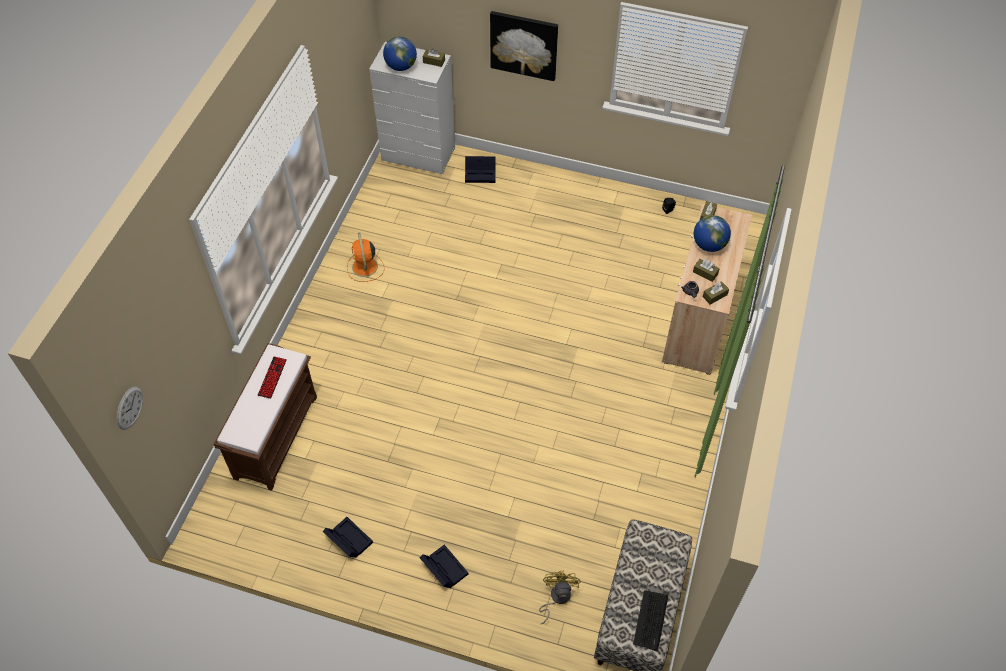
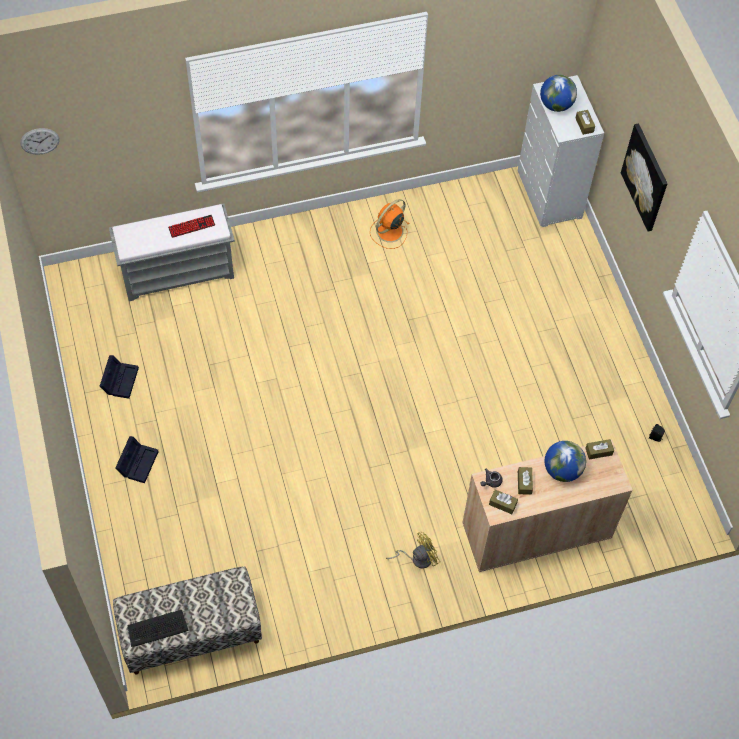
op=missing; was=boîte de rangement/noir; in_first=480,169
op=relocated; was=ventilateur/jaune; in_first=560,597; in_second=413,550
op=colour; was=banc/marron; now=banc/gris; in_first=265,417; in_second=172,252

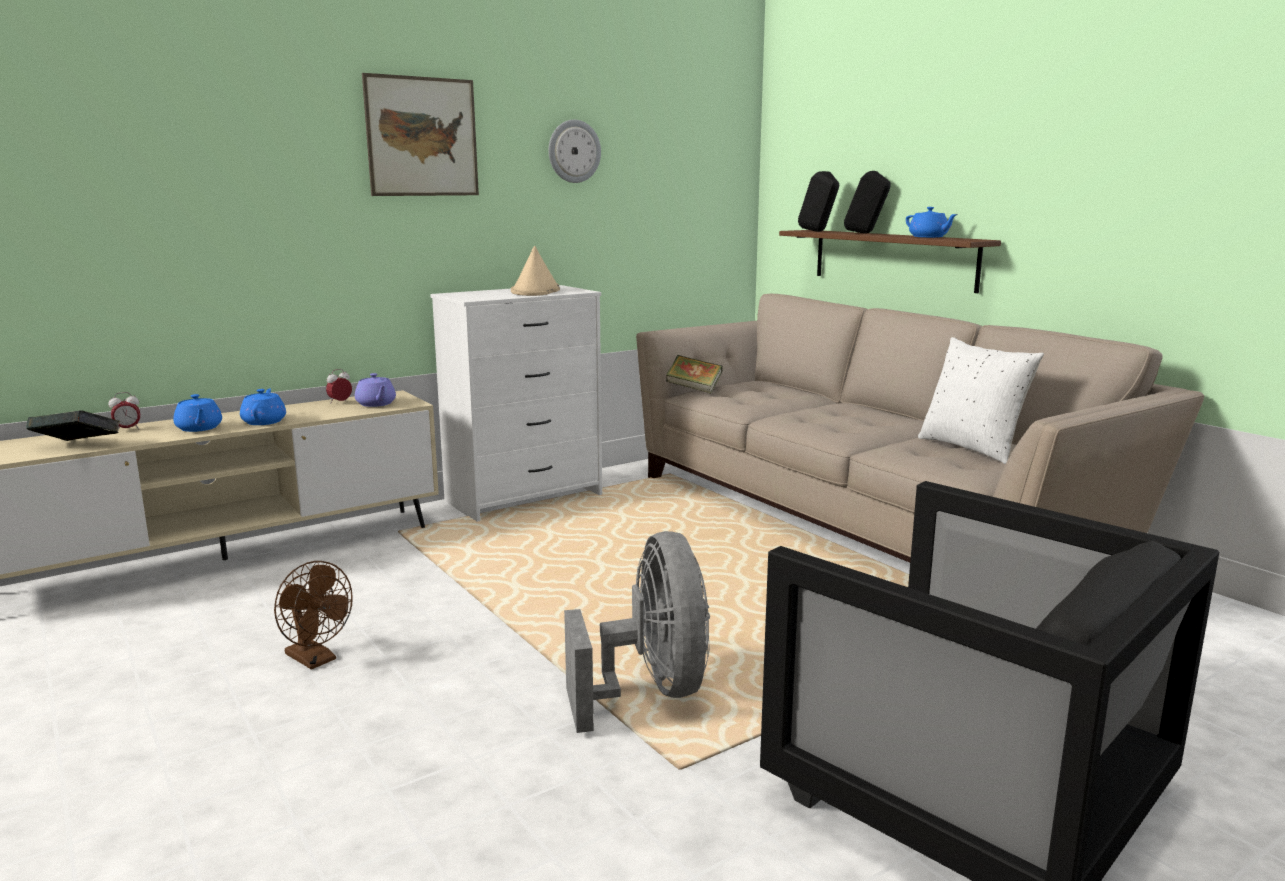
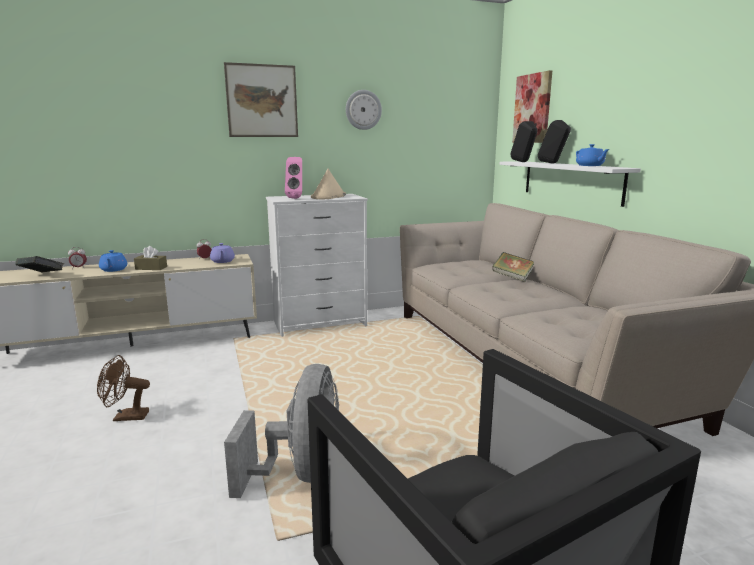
op=missing; was=coussin/blanc; in_first=981,400
op=appeared; now=enceinte/rose; in_second=293,178
op=appeared; now=tableau; in_second=532,106
op=relocated; was=livre; in_first=694,374; in_second=513,267
op=exchanged; was=théière/bleu; now=boîte à mouchoirs/marron; in_first=263,407; in_second=150,258
op=colour; was=étagère/marron; now=étagère/blanc; in_first=890,261; in_second=570,184
op=spun; was=ventilateur/marron; in_first=313,615; in_second=123,388; clockwise=120

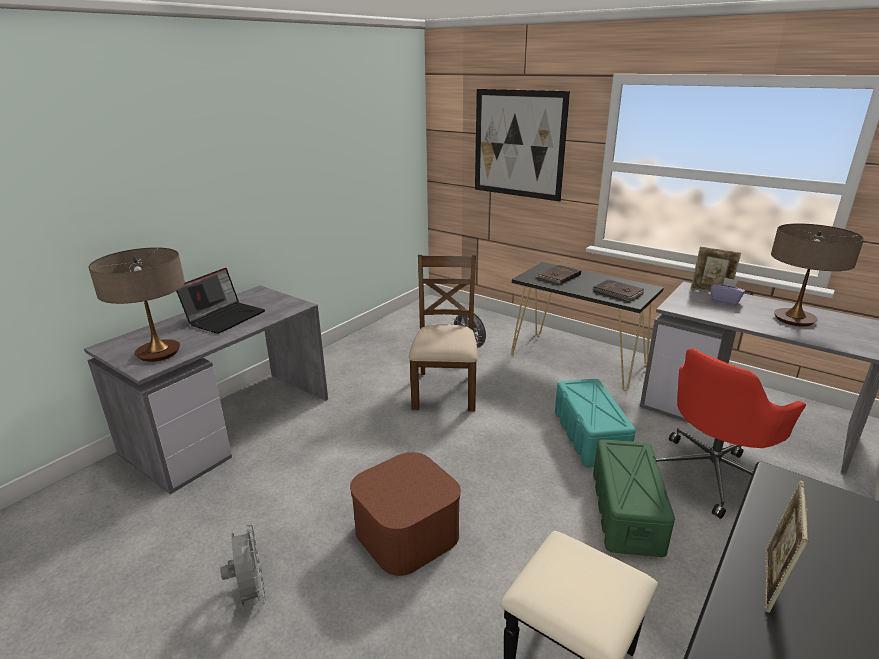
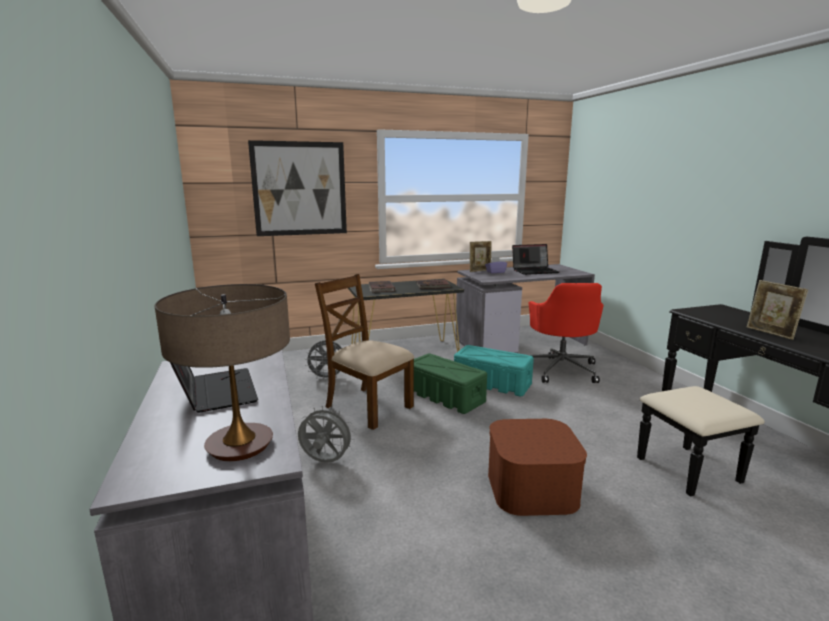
op=relocated; was=ventilateur/gris; in_first=243,565; in_second=326,434
op=relocated; was=boîte de rangement/vert; in_first=634,498; in_second=450,383
op=exchanged; was=lampe de table; now=ordinateur portable; in_first=817,275; in_second=535,259

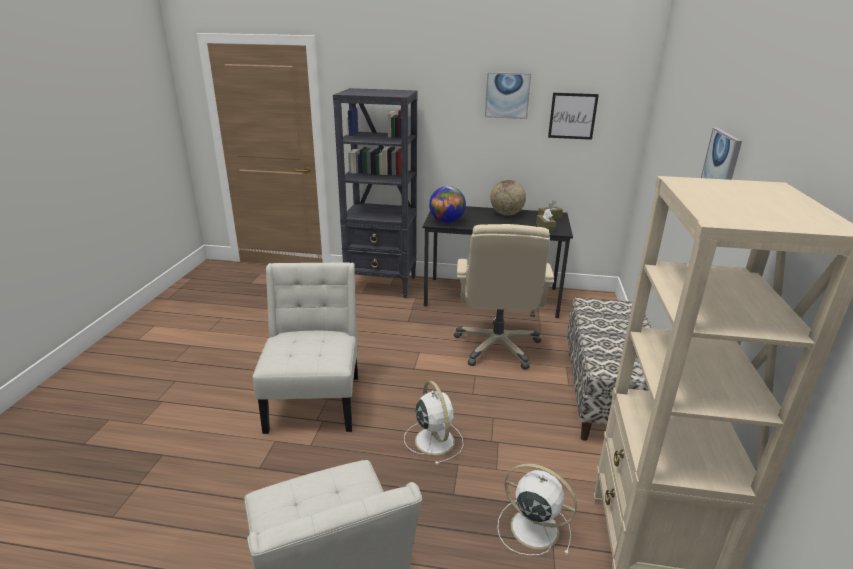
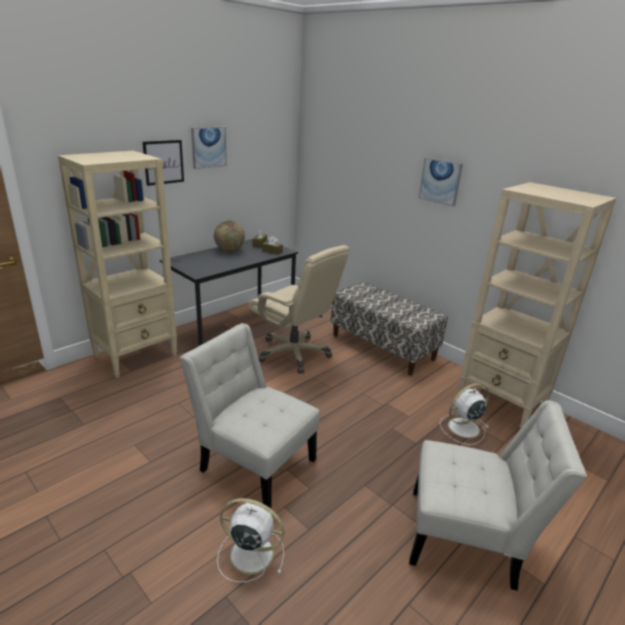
op=missing; was=globe; in_first=447,204
op=relocated; was=ventilateur/blanc; in_first=434,423; in_second=250,540
op=relocated; was=tableau; in_first=573,116; in_second=163,163
op=colour; was=bibliothèque/noir; now=bibliothèque/beige; in_first=375,193; in_second=117,264

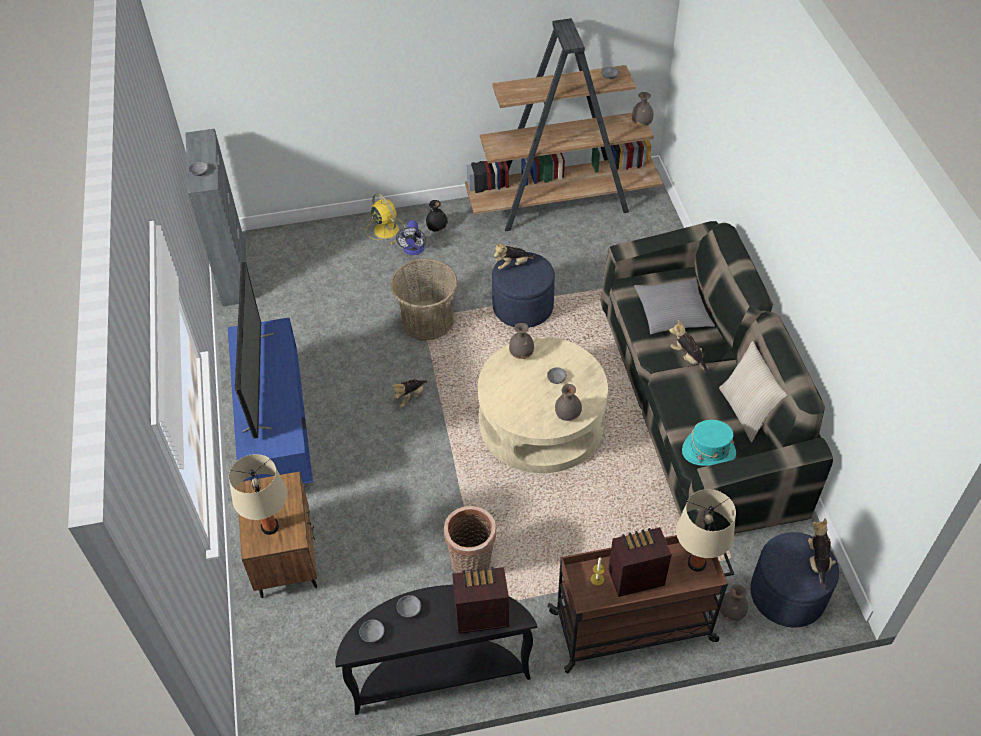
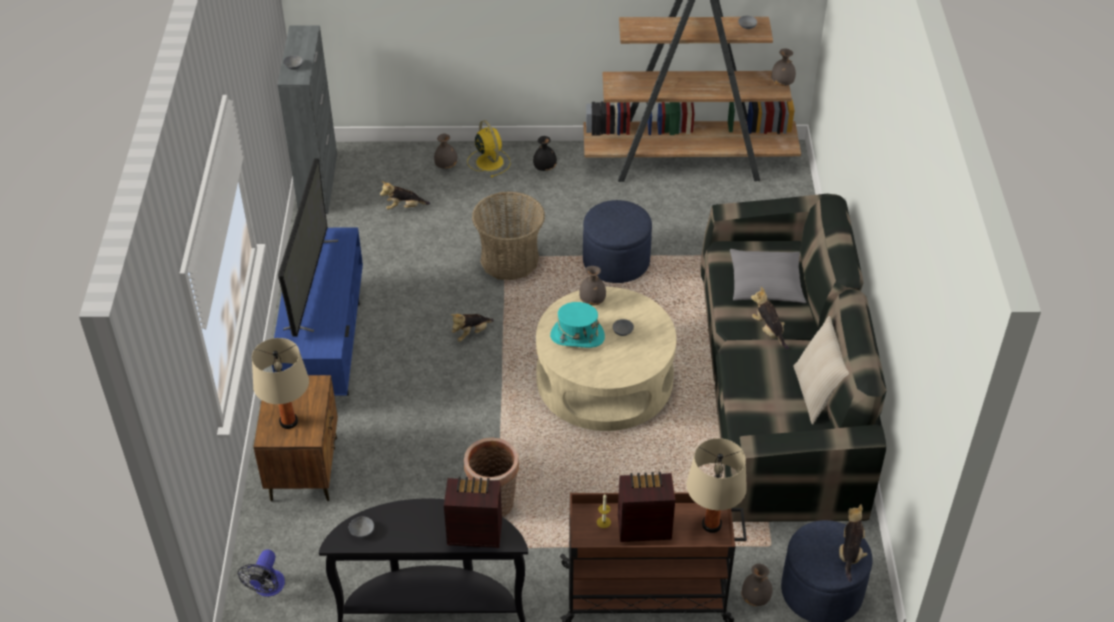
op=missing; was=bol/gris; in_first=409,606
op=relocated; was=ventilateur; in_first=411,237; in_second=261,573
op=relocated; was=peluche; in_first=515,256; in_second=405,195
op=relocated; was=vase/gris; in_first=568,402; in_second=446,151
op=relocated; was=chapeau/turquoise; in_first=709,443; in_second=577,325

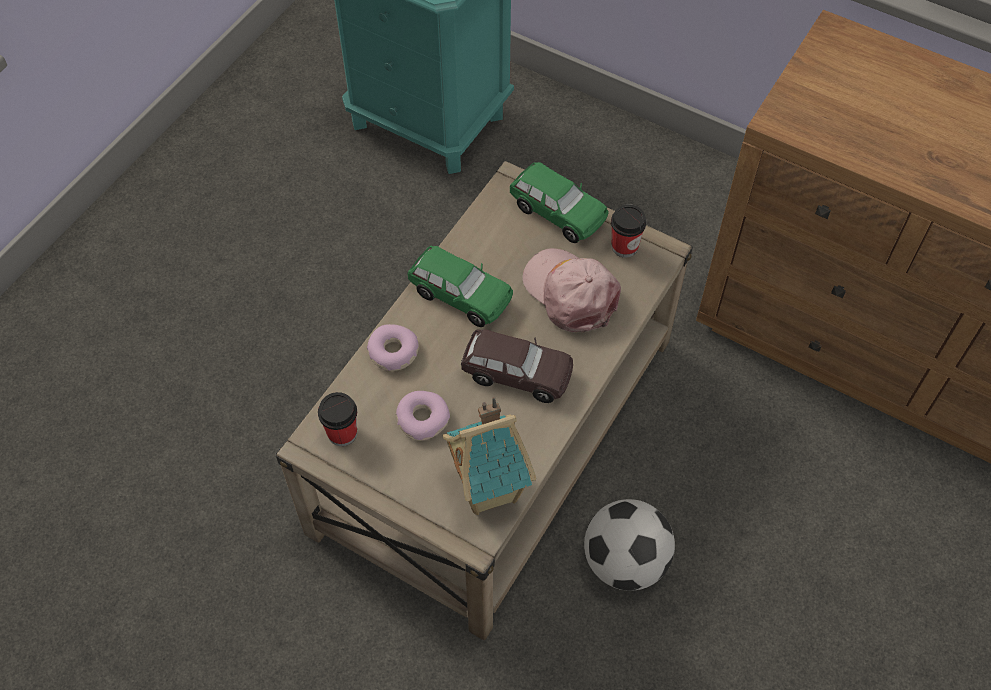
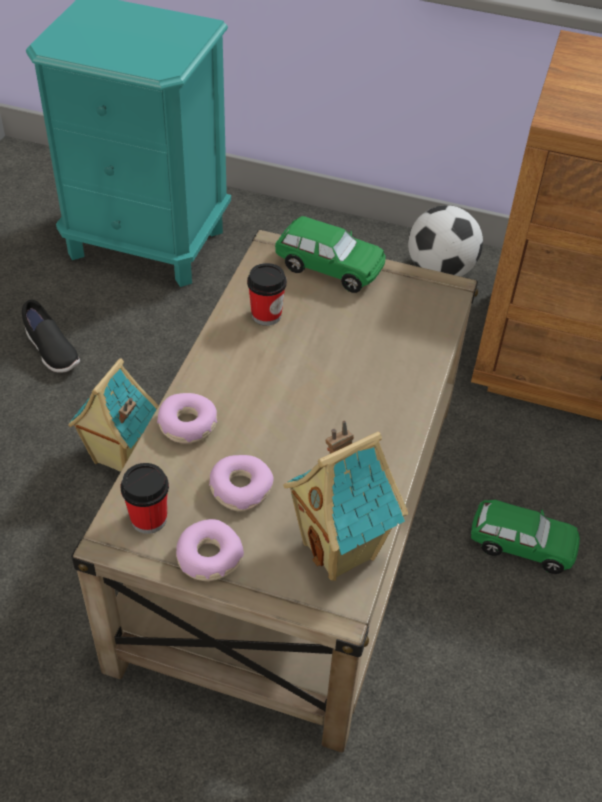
op=missing; was=petite voiture/marron; in_first=517,366
op=missing; was=casquette/rose; in_first=571,290
op=appeared; now=chaussure/noir; in_second=51,336
op=appeared; now=maison miniature; in_second=113,415
op=appeared; now=beignet; in_second=210,550
op=relocated; was=petite voiture/vert; in_first=460,286; in_second=525,537
op=relocated; was=ballon de foot; in_first=629,545; in_second=445,240
op=relocated; was=tasse; in_first=628,230; in_second=267,294

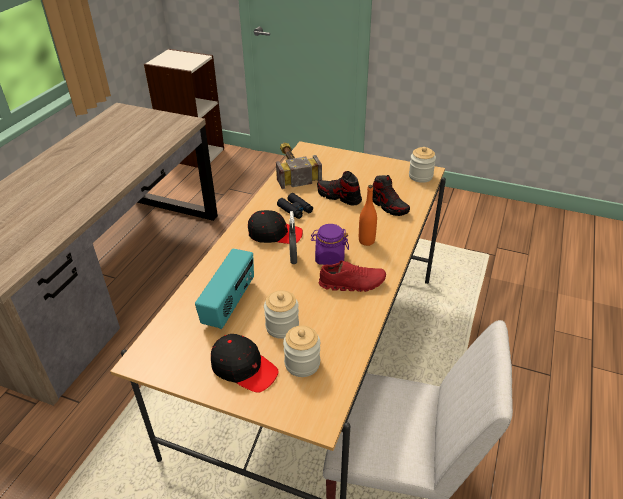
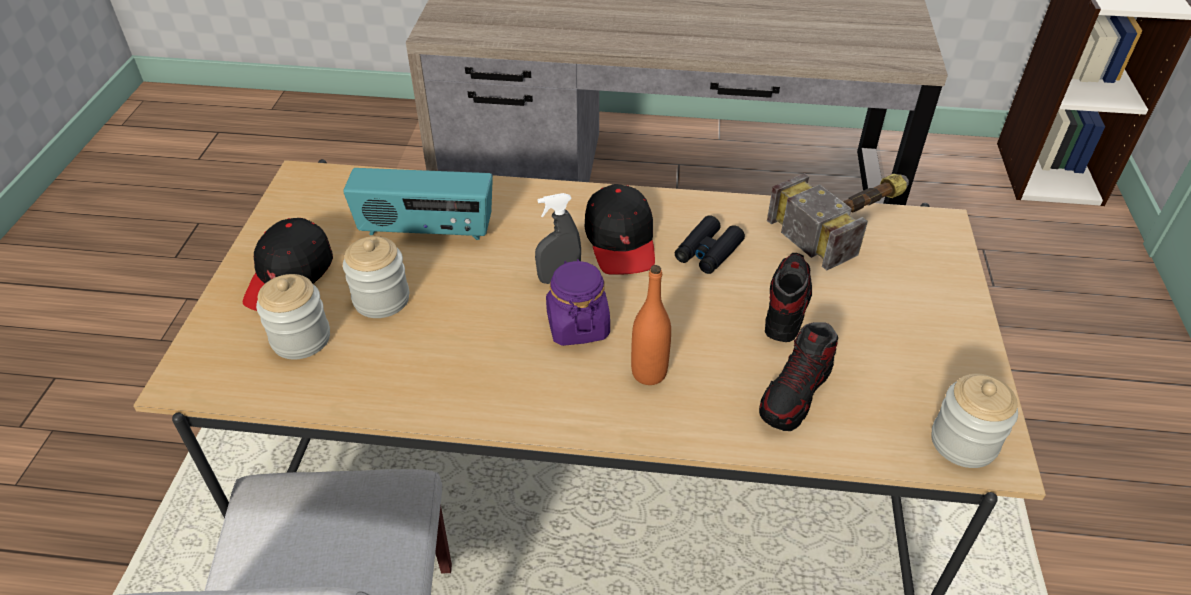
op=missing; was=chaussure/rouge; in_first=352,276

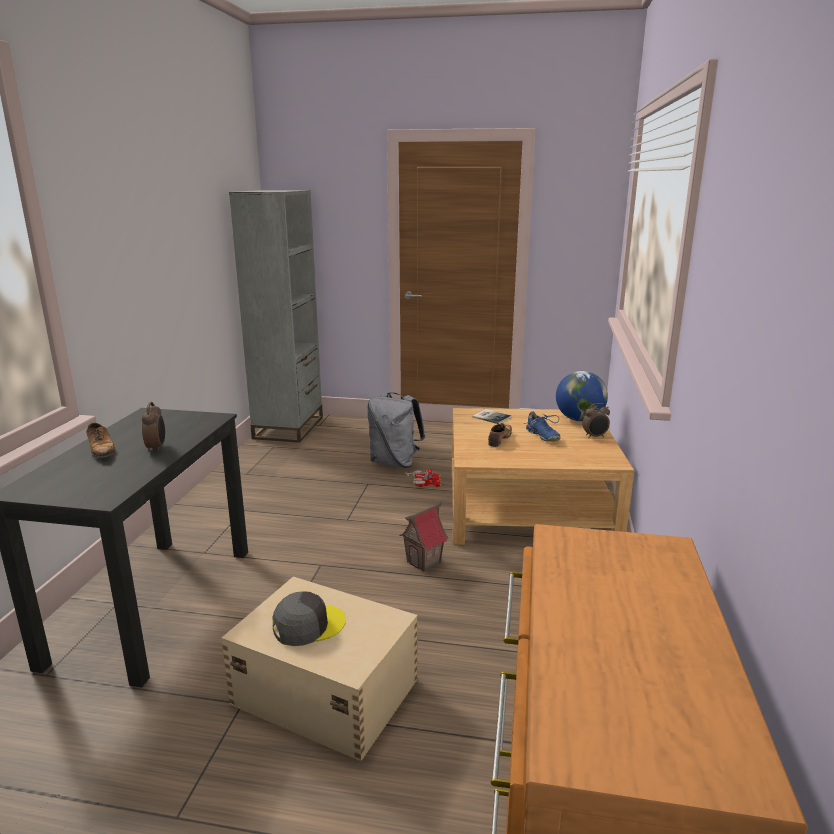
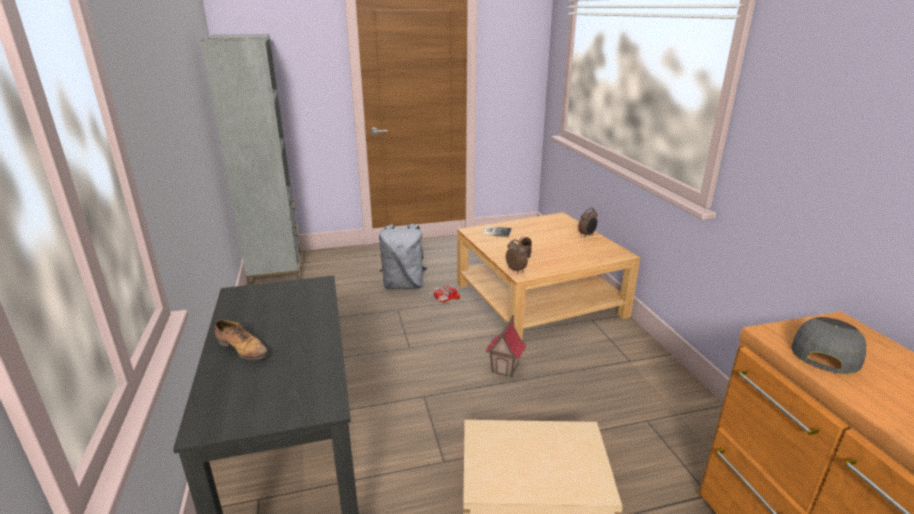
op=missing; was=chaussure/bleu; in_first=543,426
op=missing; was=globe; in_first=582,396
op=relocated; was=réveil; in_first=153,427; in_second=517,256
op=relocated; was=casquette/gris; in_first=309,618; in_second=828,345

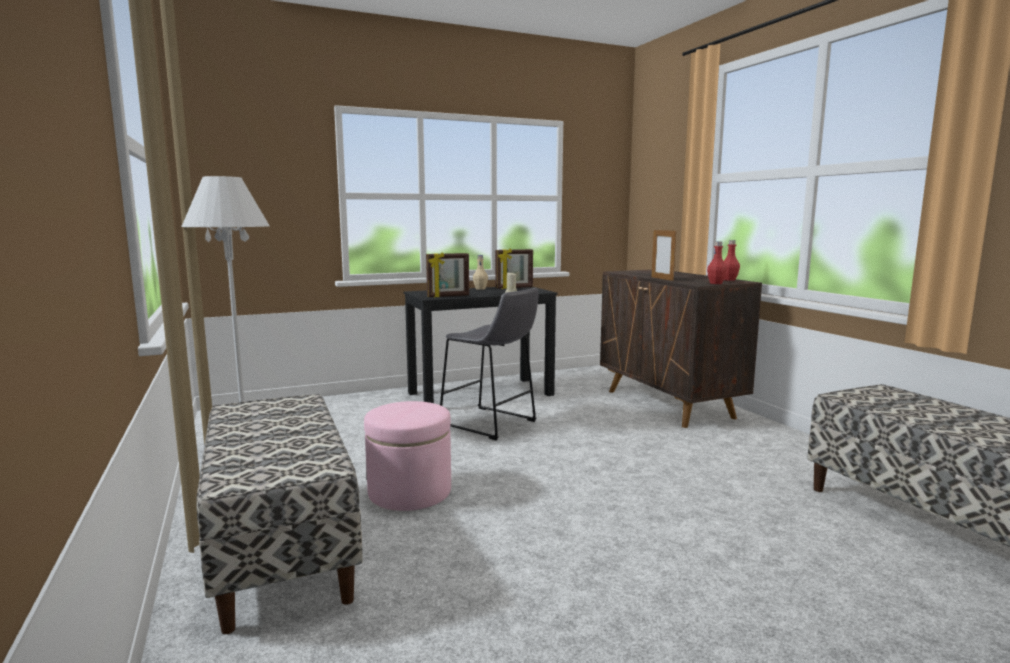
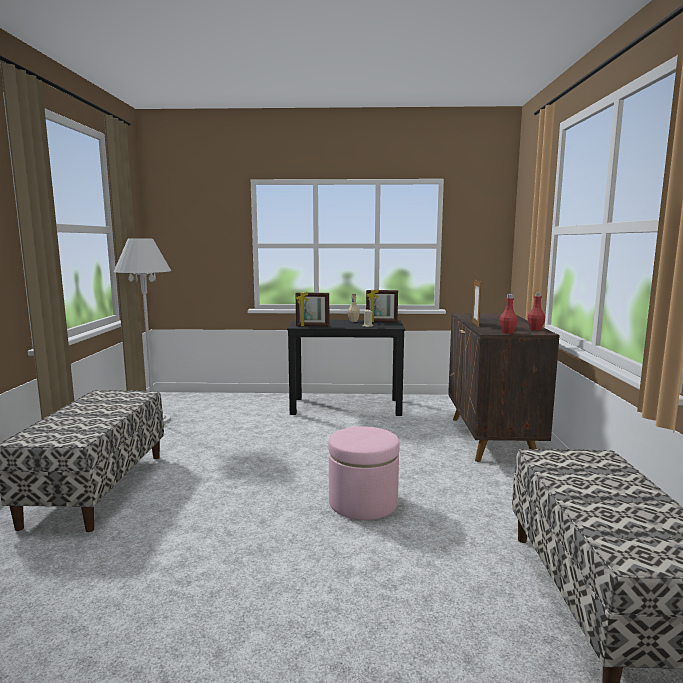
op=missing; was=tabouret/gris; in_first=489,364
op=relocated; was=pouf/rose; in_first=407,456; in_second=364,473

